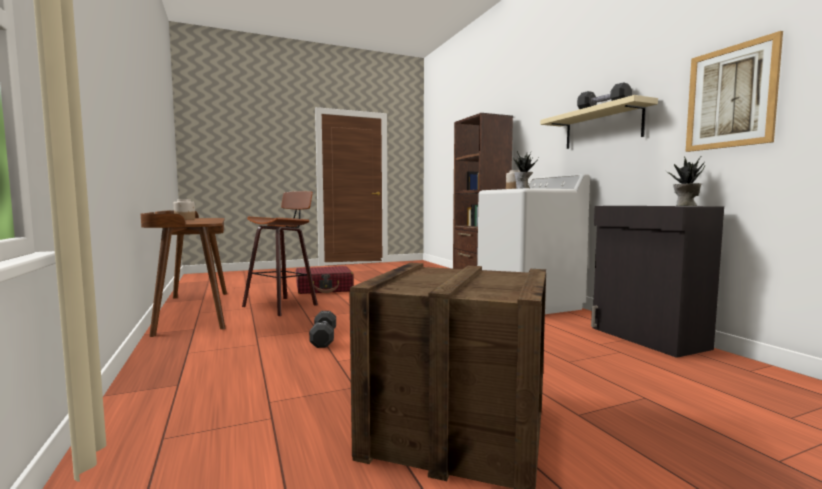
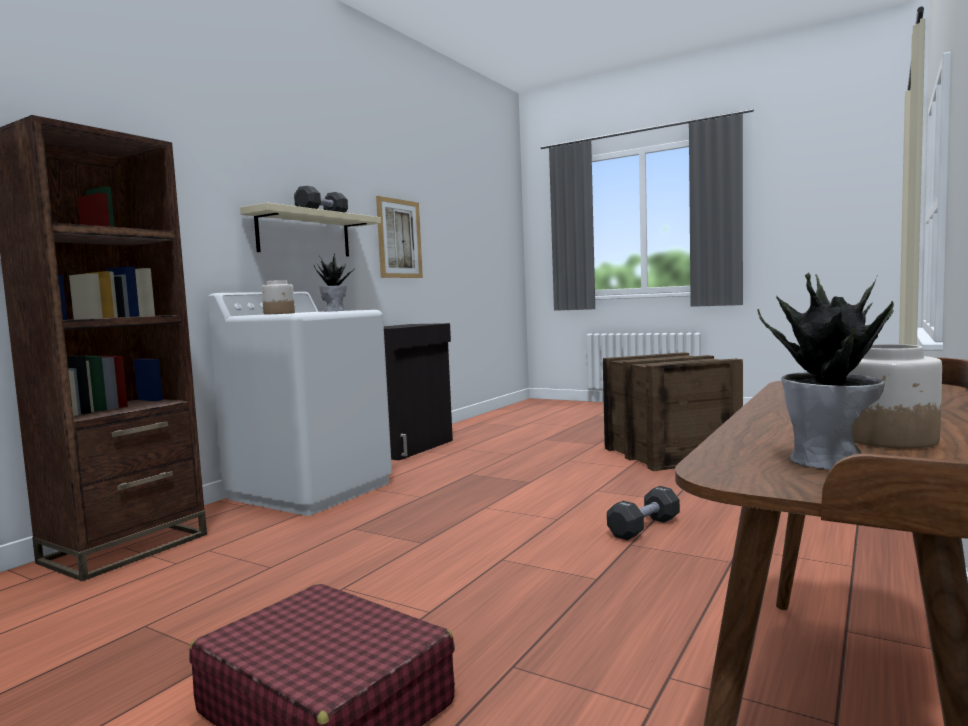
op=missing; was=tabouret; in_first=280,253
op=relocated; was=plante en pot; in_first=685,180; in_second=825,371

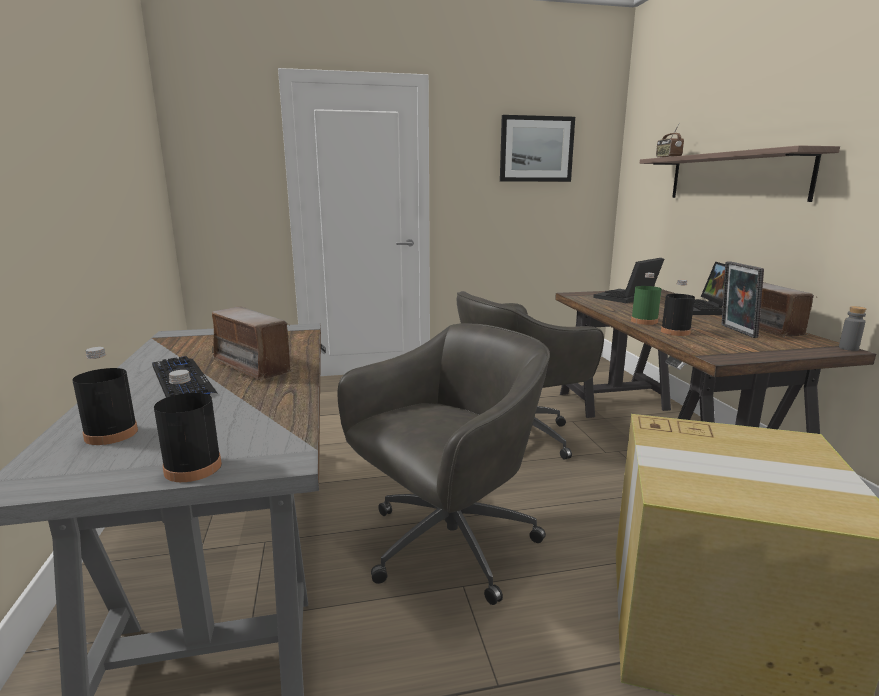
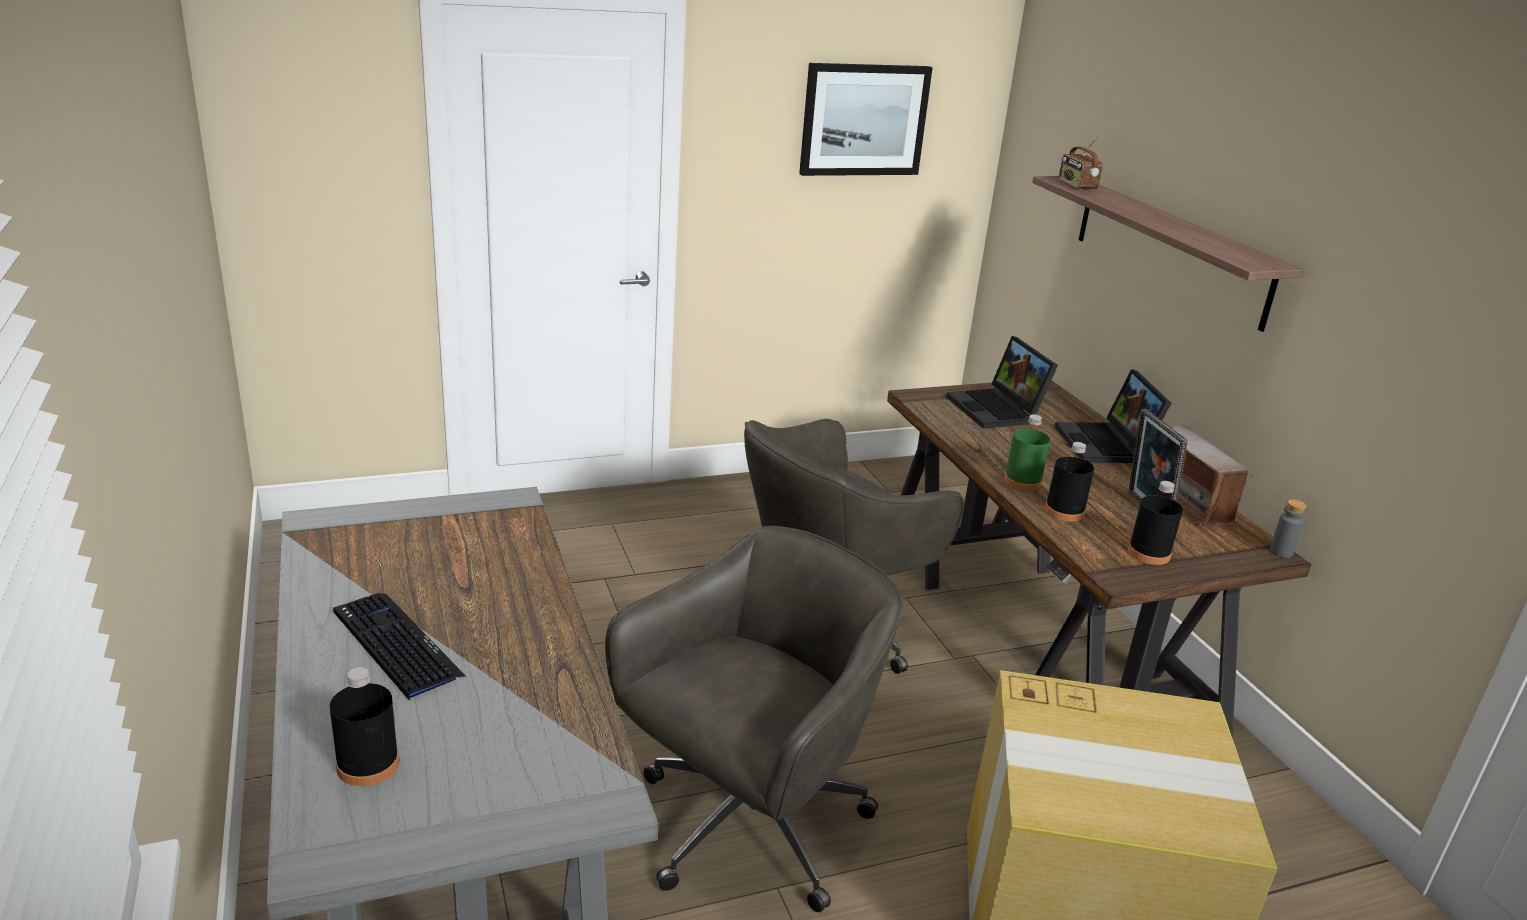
op=missing; was=radio; in_first=253,344
op=relocated; was=bouteille/noir; in_first=188,426; in_second=1155,523
op=spun; was=ordinateur portable; in_first=628,280; in_second=1002,382; clockwise=-60

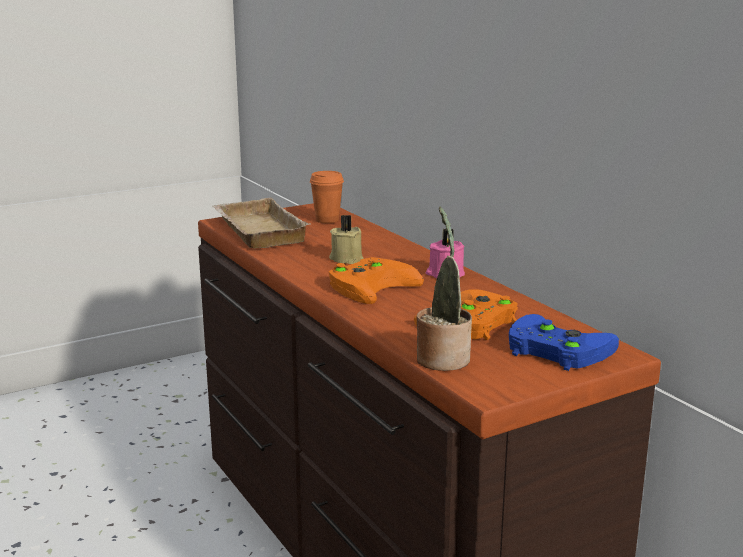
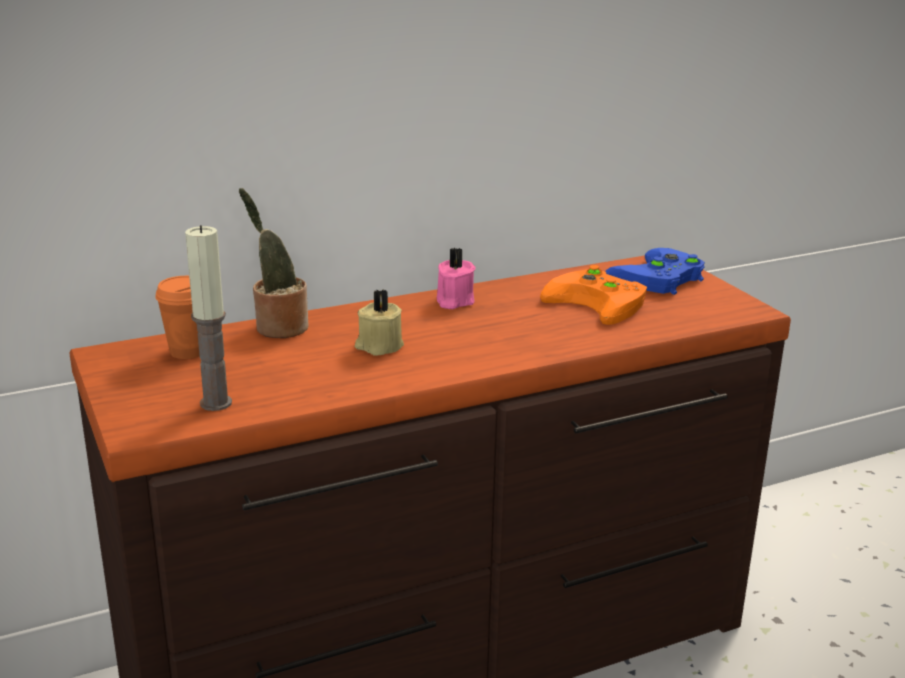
op=missing; was=manette/orange; in_first=376,280
op=relocated; was=plante en pot; in_first=444,288; in_second=274,263
op=exchanged; was=plateau/beige; now=bougie; in_first=261,223; in_second=208,318

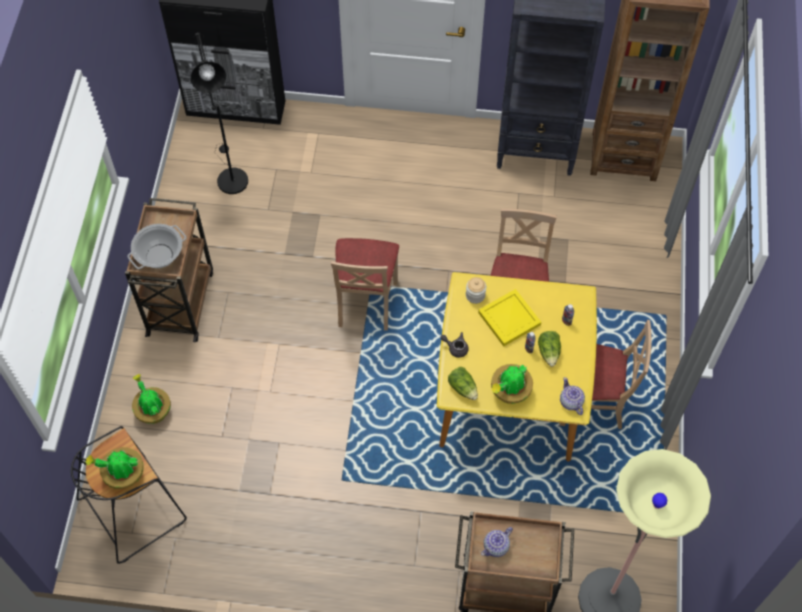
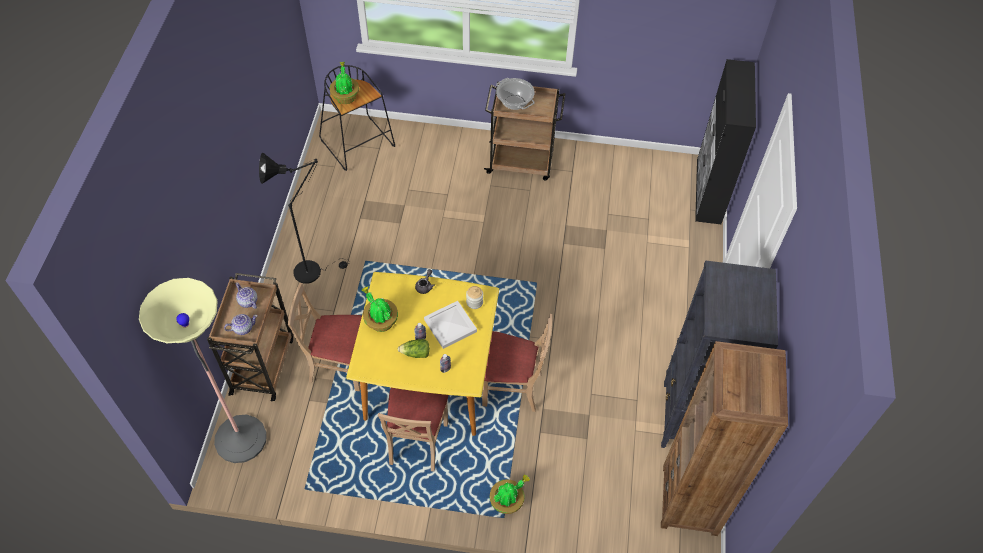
op=missing; was=laitue; in_first=463,383
op=relocated; was=plante en pot; in_first=151,399; in_second=510,494
op=relocated; was=lampadaire/noir; in_first=219,113; in_second=304,218
op=relocated; was=chaise/beige; in_first=365,284; in_second=325,337
op=relocated; was=théière; in_first=572,396; in_second=240,324
op=colour; was=plateau/jaune; now=plateau/blanc; in_first=509,317; in_second=450,325

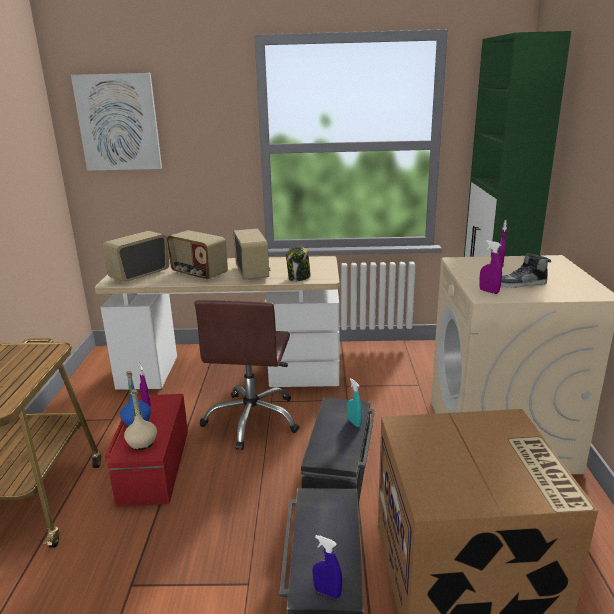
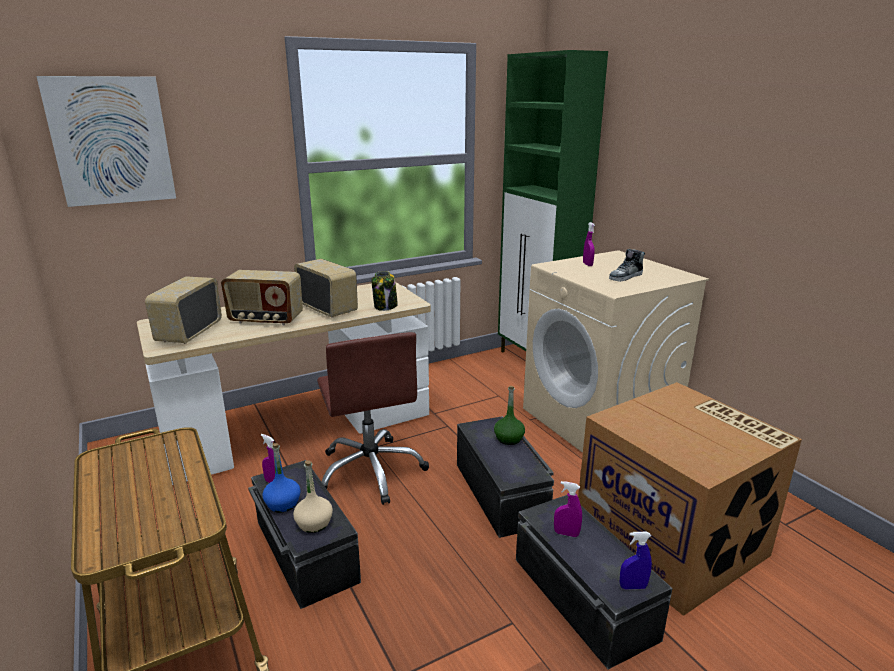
op=relocated; was=vaporisateur/violet; in_first=490,267; in_second=568,509
op=exchanged; was=vaporisateur/turquoise; now=bouteille/vert; in_first=354,402; in_second=509,415
op=colour; was=boîte de rangement/rouge; now=boîte de rangement/noir; in_first=146,450; in_second=304,534

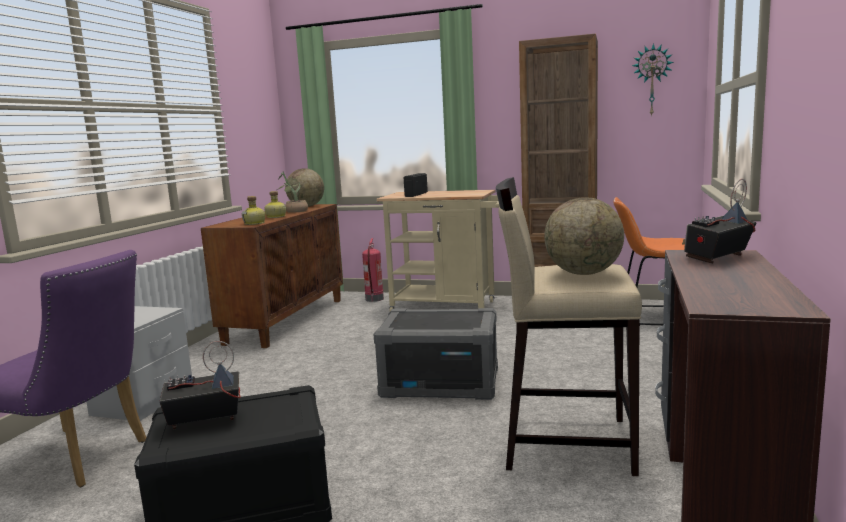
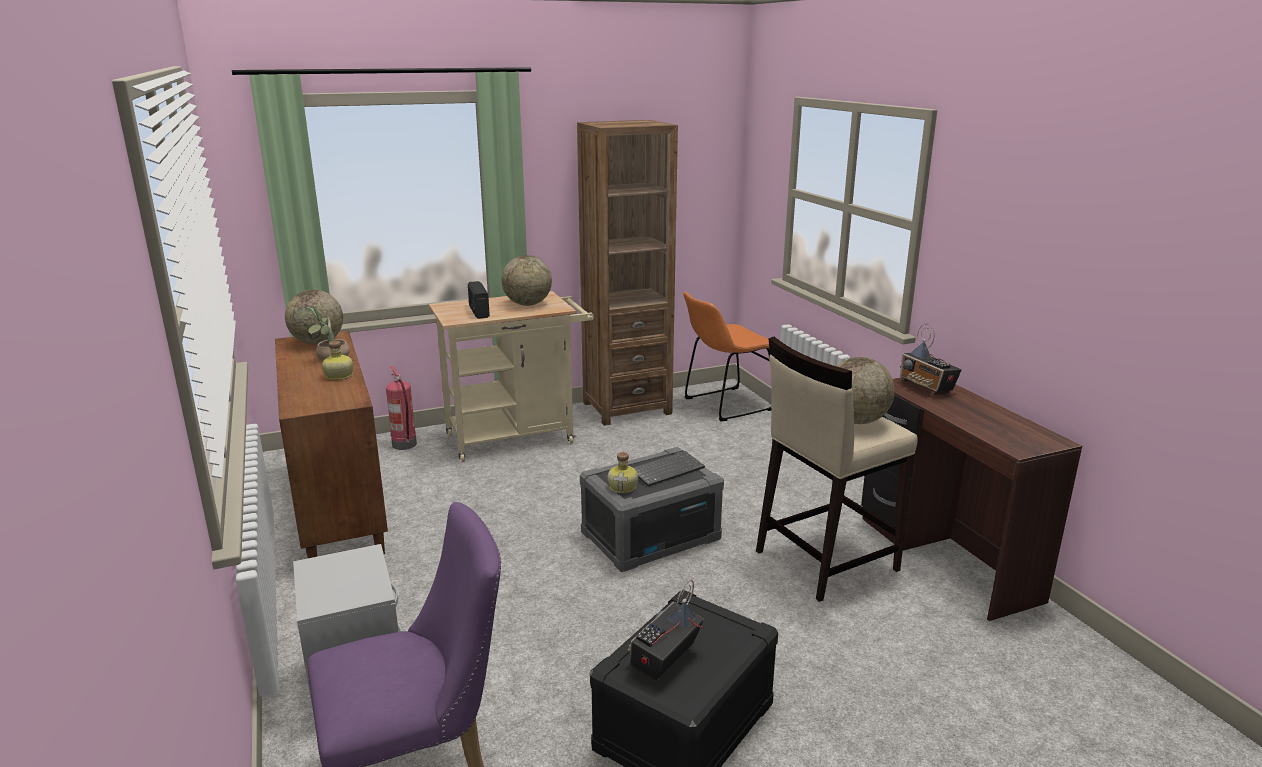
op=missing; was=horloge murale; in_first=653,80
op=appeared; now=globe; in_second=527,280
op=appeared; now=clavier; in_second=669,468
op=relocated; was=bouteille; in_first=253,210; in_second=623,472
op=spun; was=radio; in_first=719,221; in_second=931,359; clockwise=-45

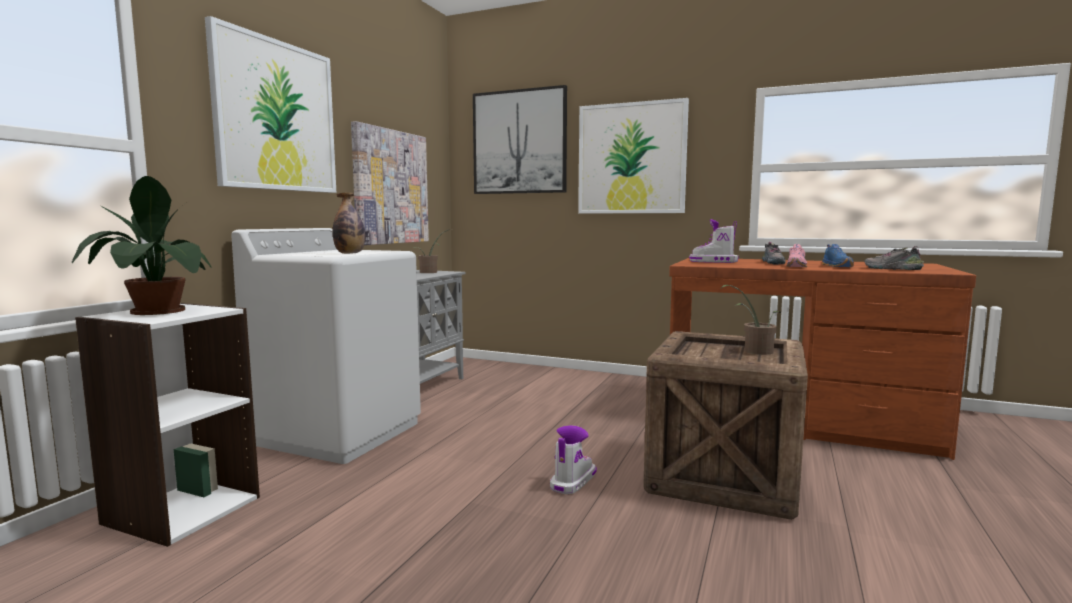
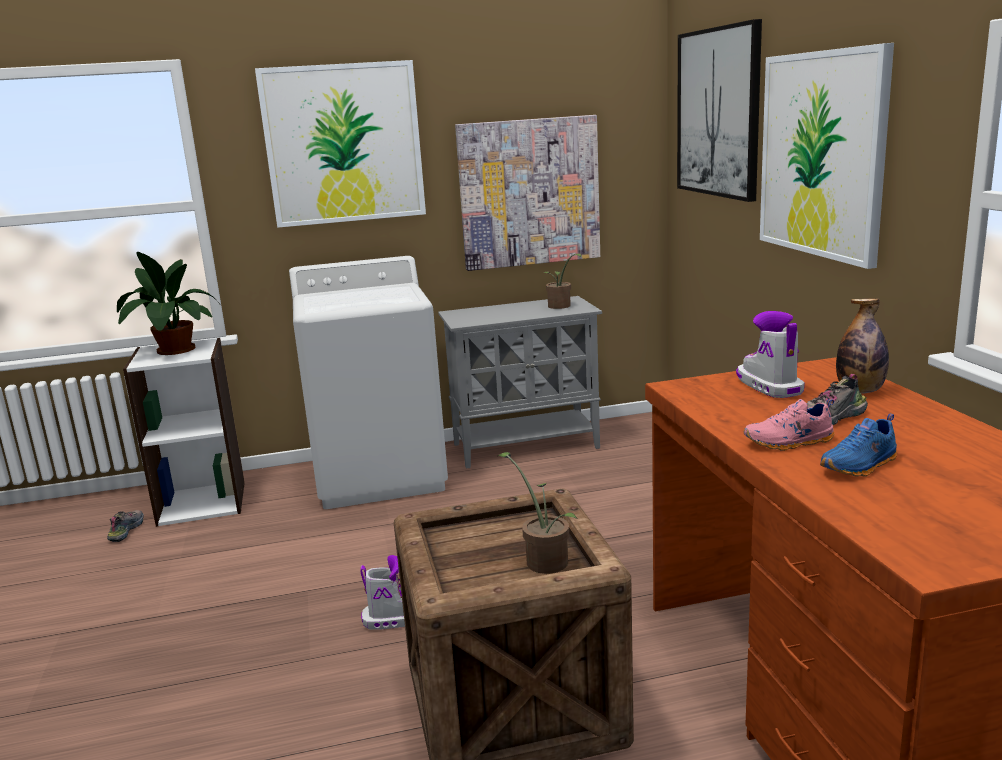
op=relocated; was=bouteille; in_first=349,223; in_second=862,346
op=relocated; was=chaussure; in_first=894,258; in_second=125,526

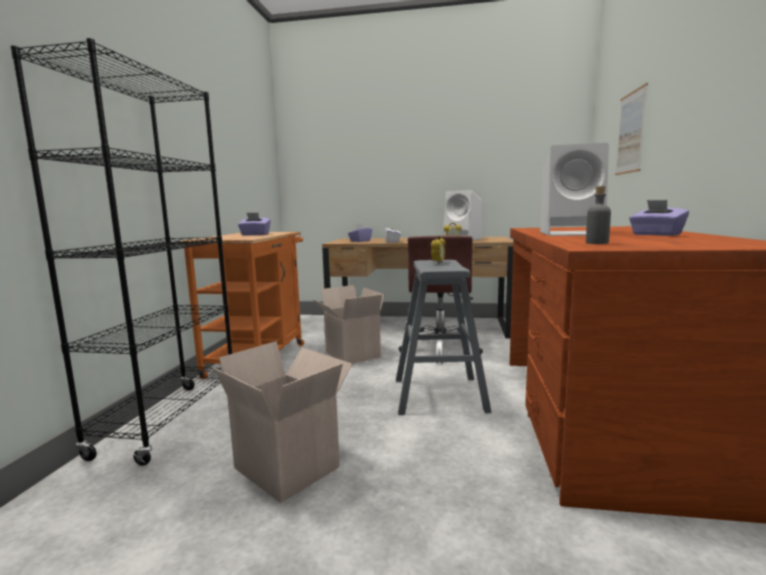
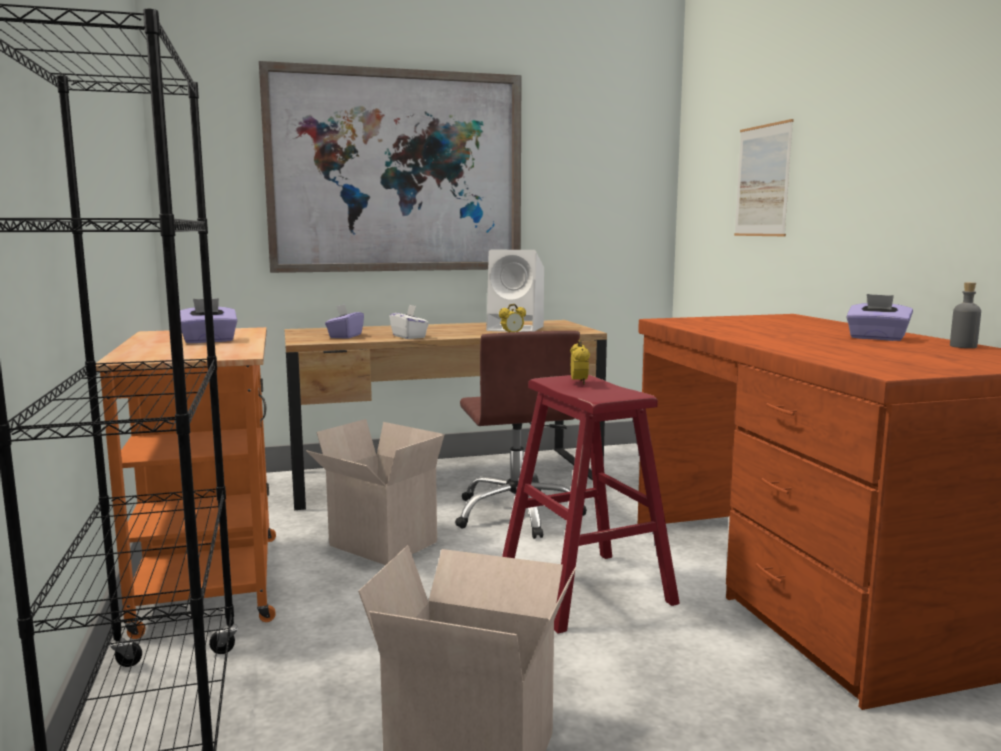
op=missing; was=enceinte/blanc; in_first=574,189
op=appeared; now=tableau; in_second=390,167
op=relocated; was=bouteille/gris; in_first=598,215; in_second=965,315
op=colour; was=tabouret/gris; now=tabouret/rouge; in_first=444,337; in_second=591,504

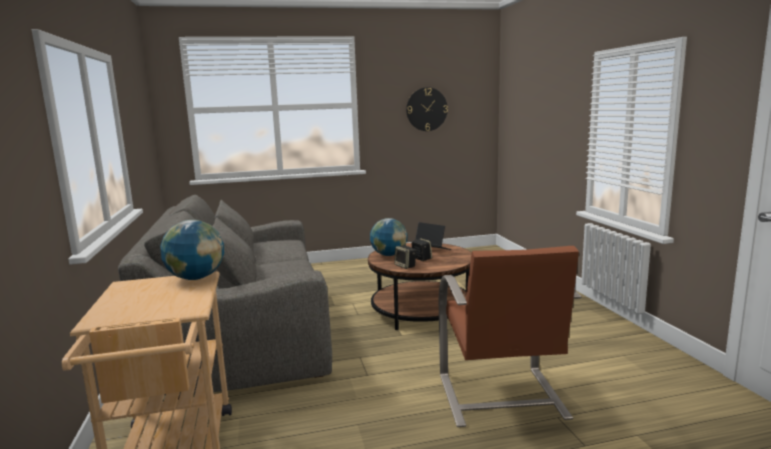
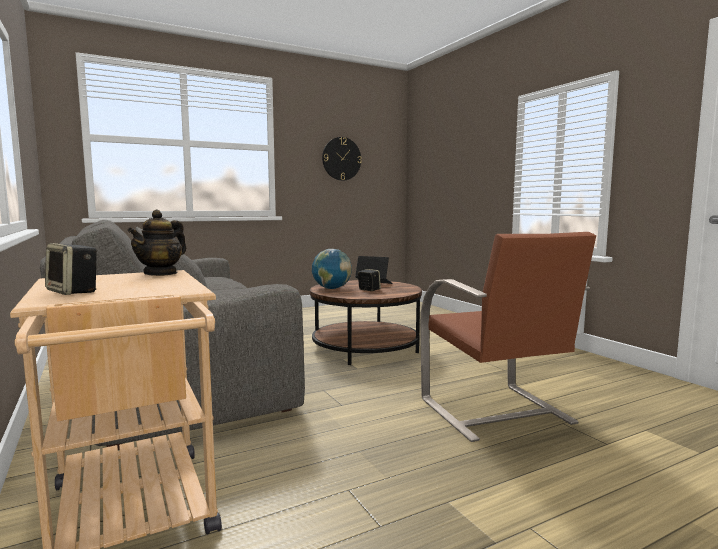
op=relocated; was=enceinte; in_first=405,257; in_second=71,269
op=exchanged; was=globe; now=théière; in_first=192,250; in_second=156,243

